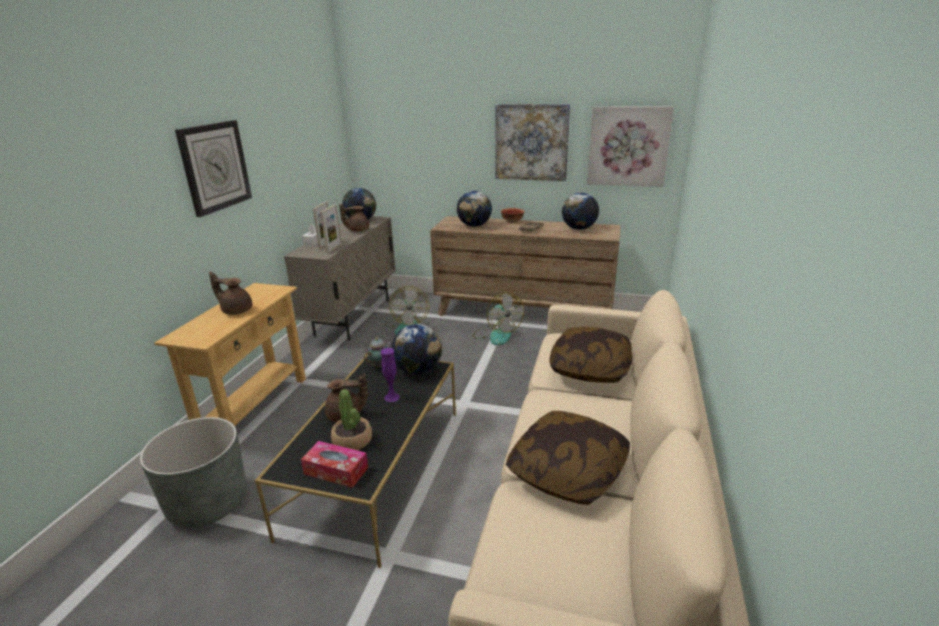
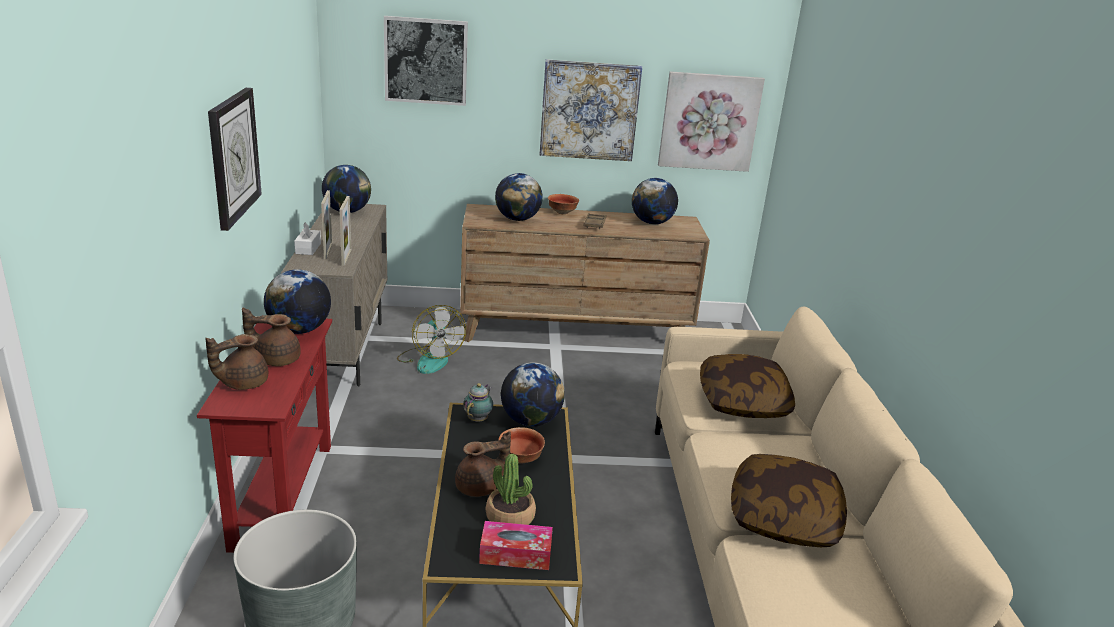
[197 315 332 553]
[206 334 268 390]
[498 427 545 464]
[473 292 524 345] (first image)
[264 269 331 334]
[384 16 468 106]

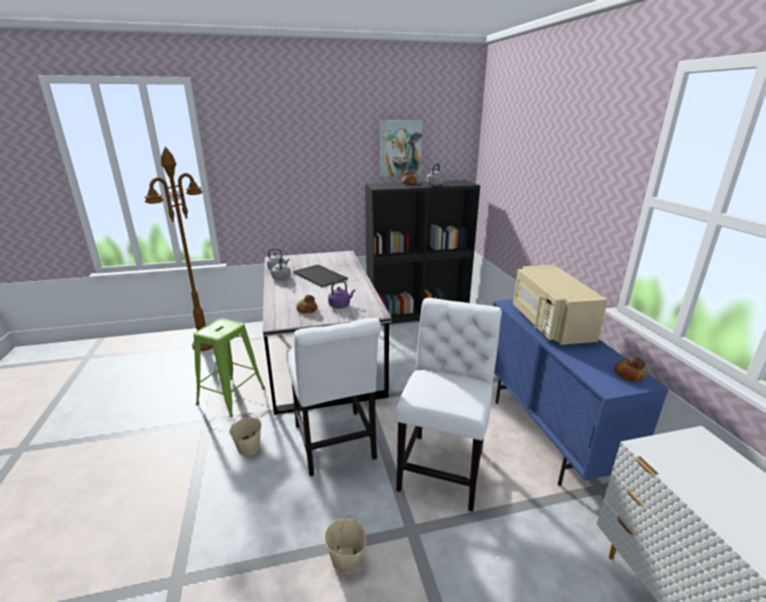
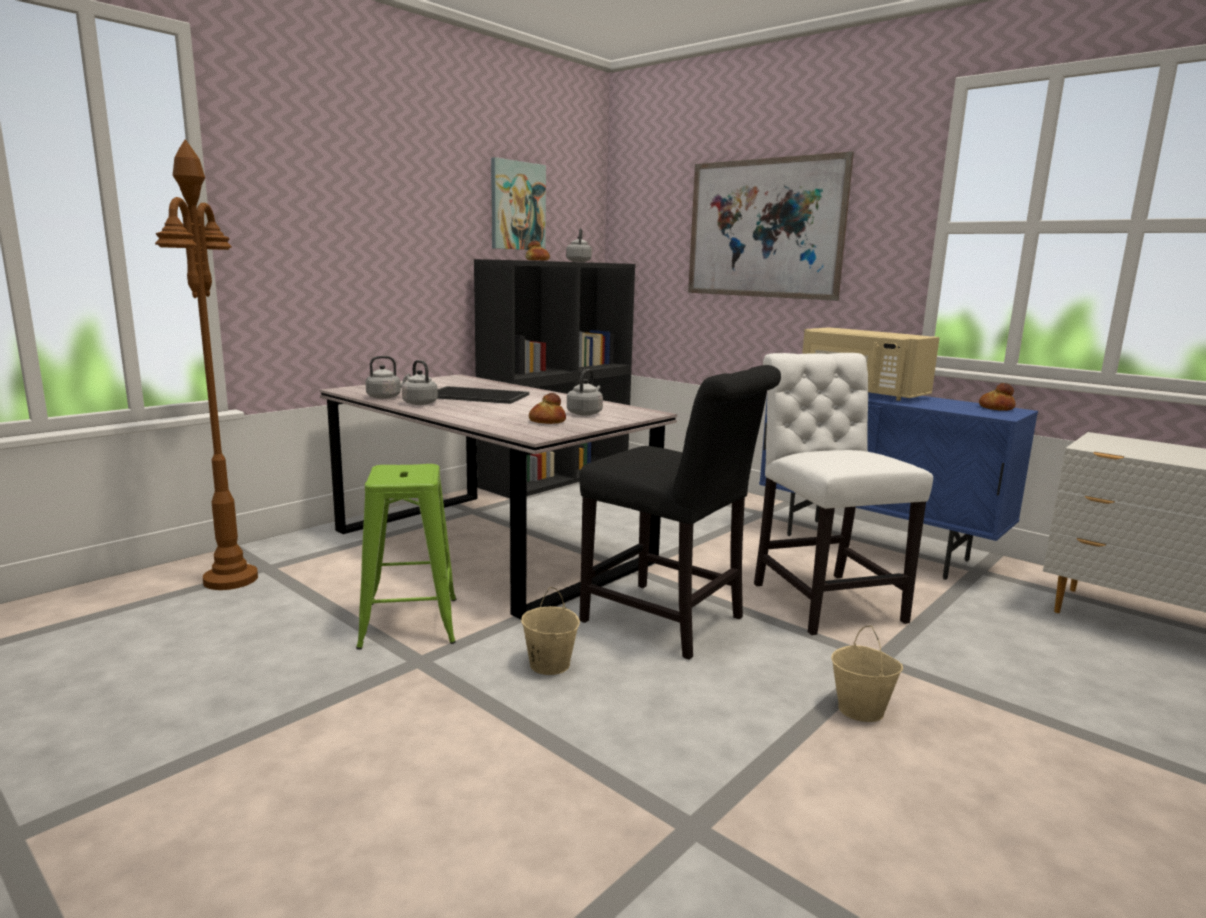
[579 365 781 660]
[567 369 603 416]
[688 152 854 301]

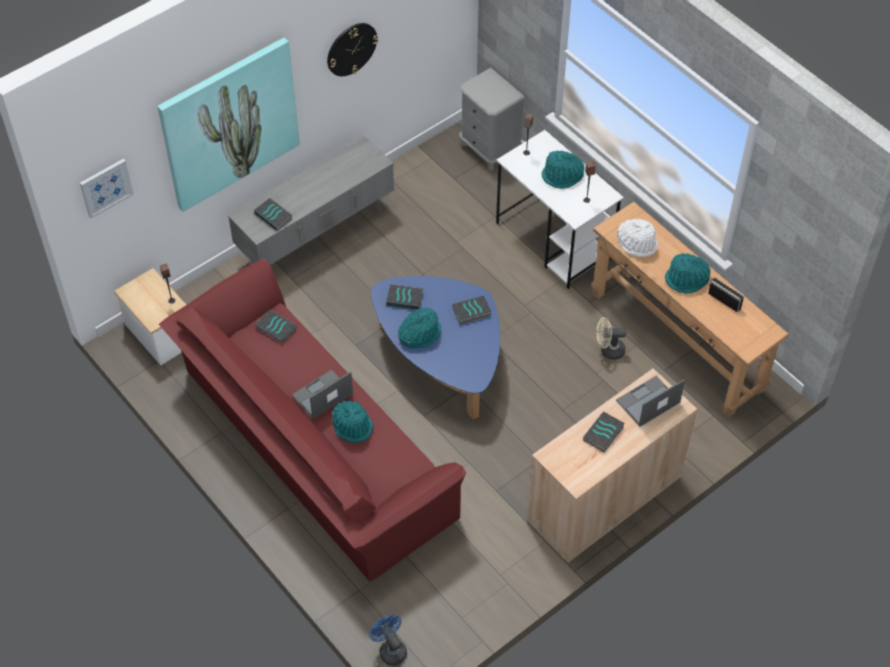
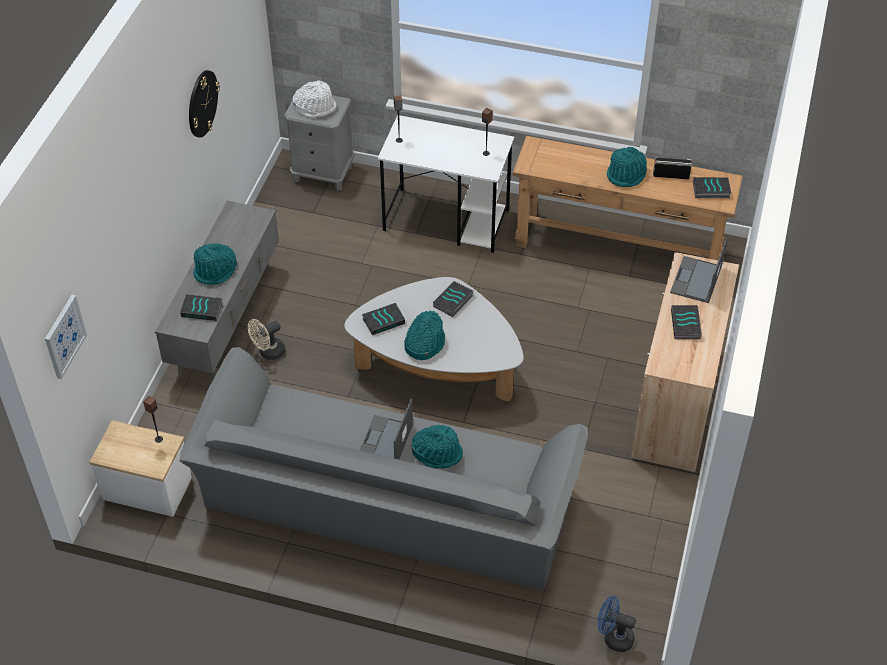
[157 38 300 212] (first image)
[179 347 588 591]
[693 177 731 199]
[345 277 524 401]
[193 243 237 285]
[248 319 285 360]
[293 80 336 118]

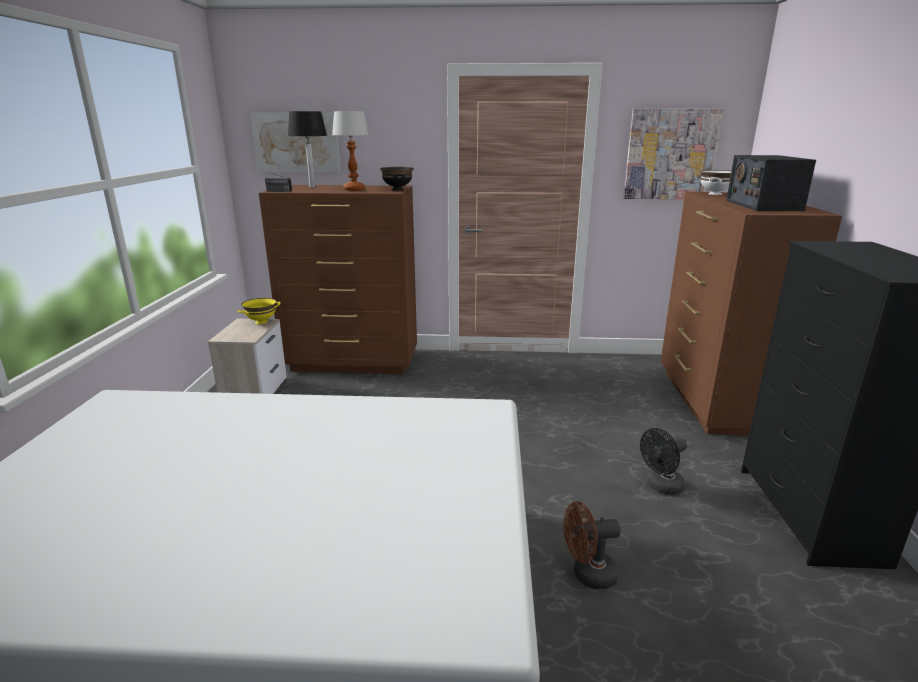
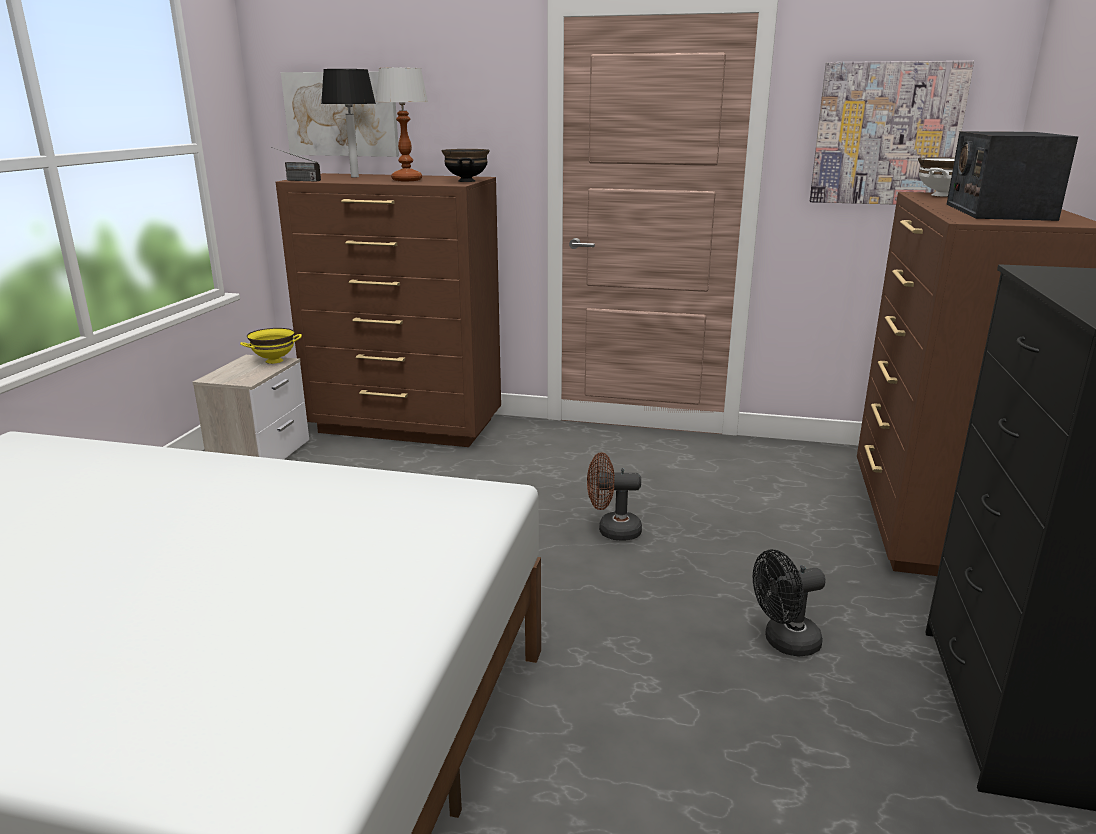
[587 452 642 541]

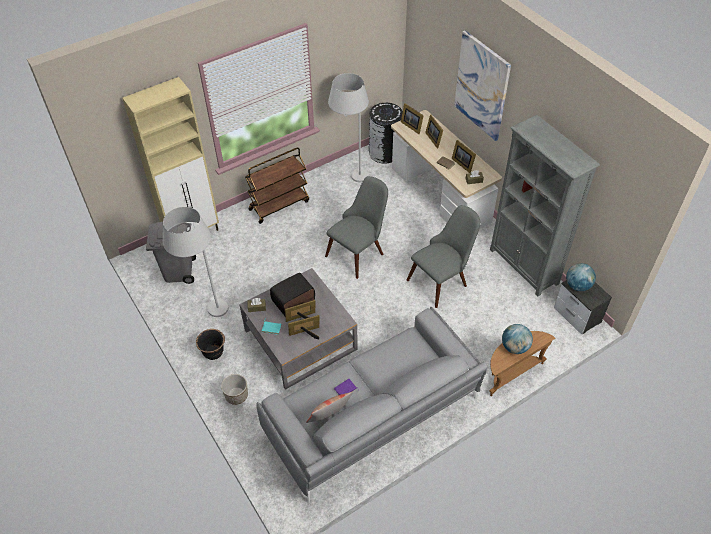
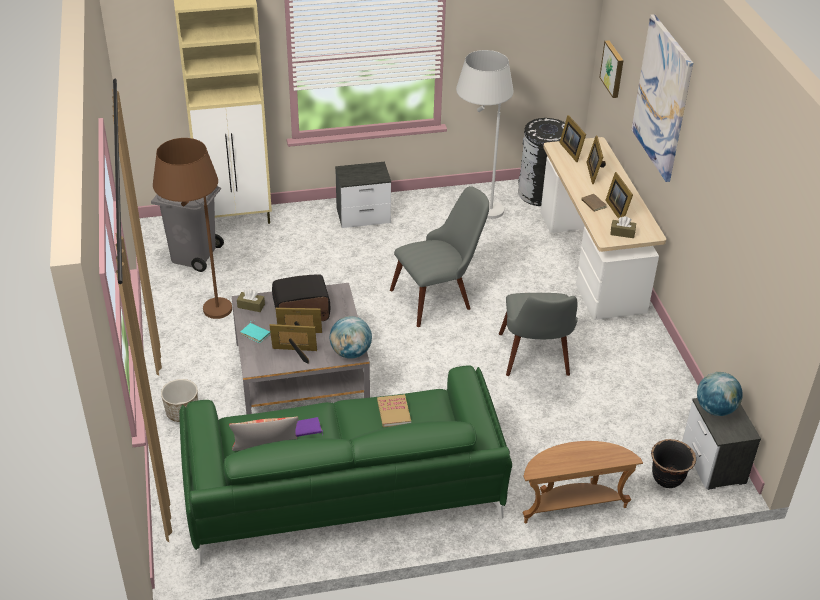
[153 138 232 319]
[651 439 696 488]
[335 162 391 228]
[179 365 512 566]
[499 293 578 376]
[490 115 600 296] (first image)
[330 316 372 359]
[377 394 411 427]
[599 40 624 98]

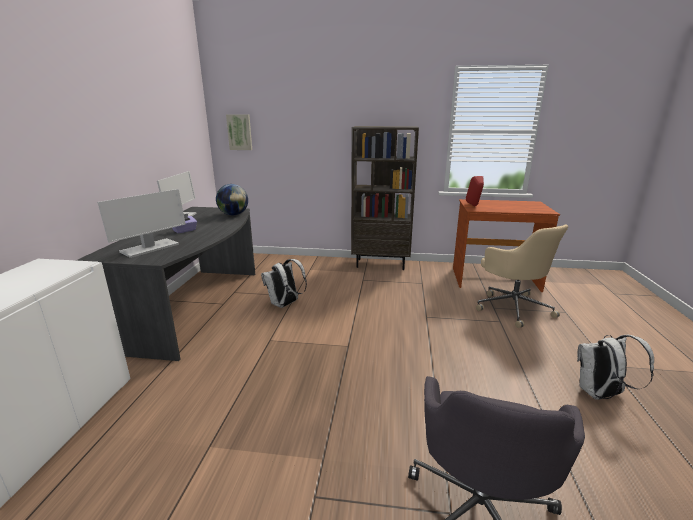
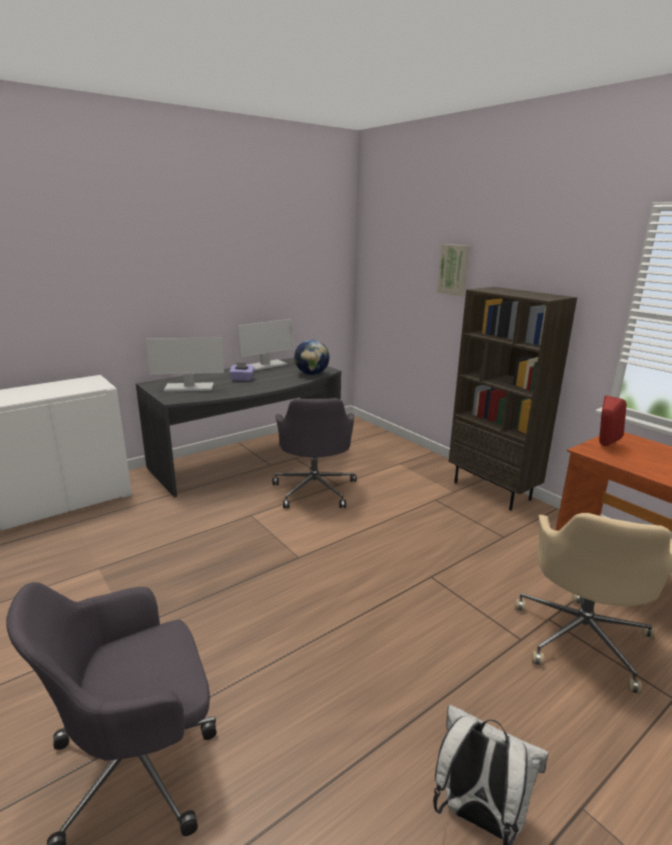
[437 244 469 296]
[273 398 357 508]

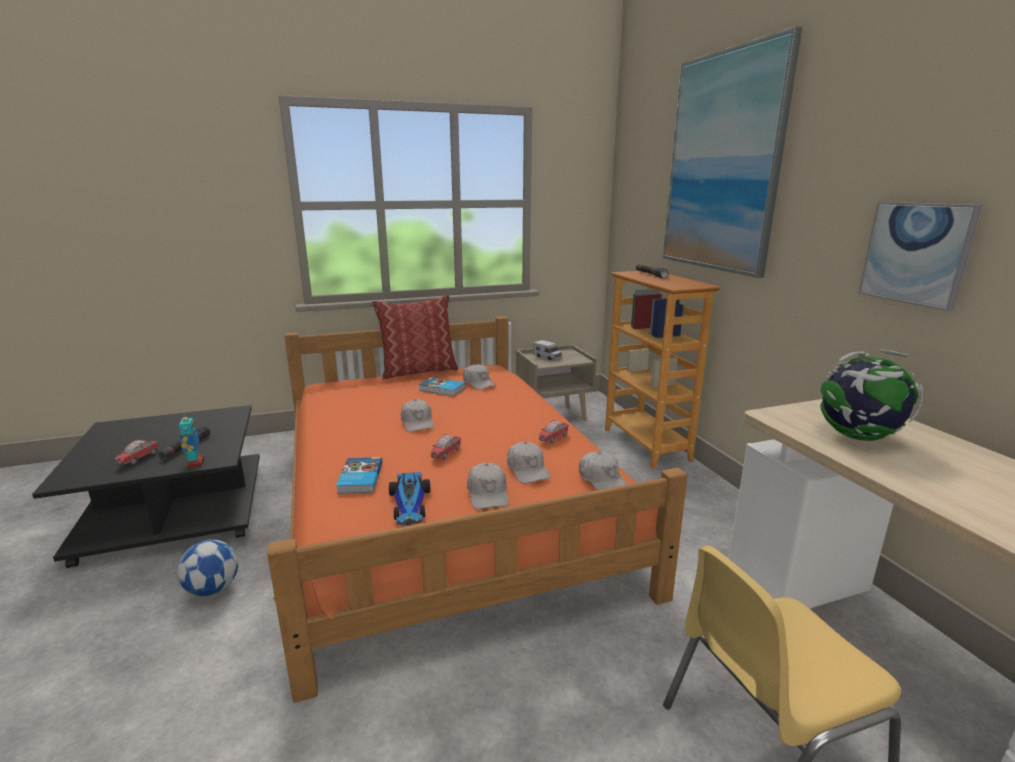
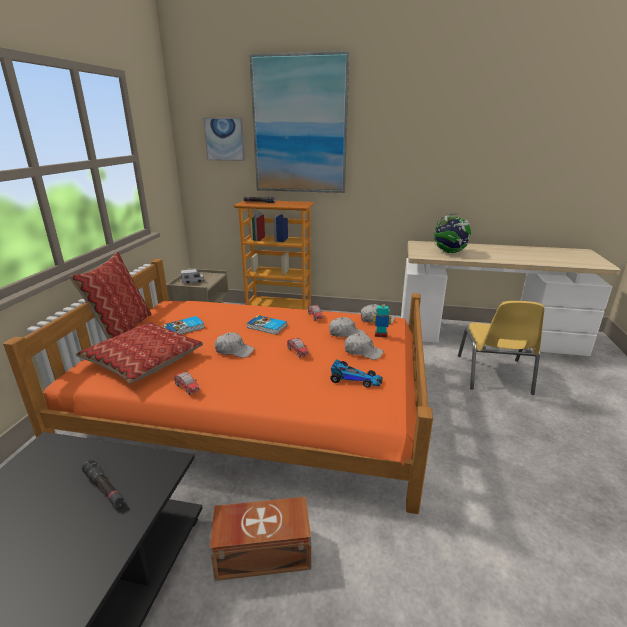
[174 371 200 395]
[210 497 311 581]
[373 301 392 338]
[247 315 287 335]
[463 364 496 390] (first image)
[203 118 245 161]
[76 322 203 384]

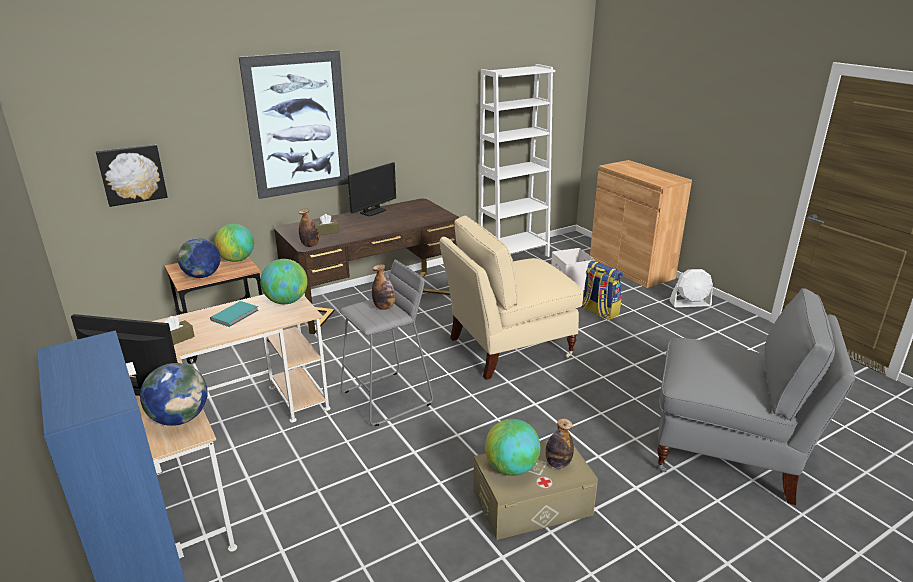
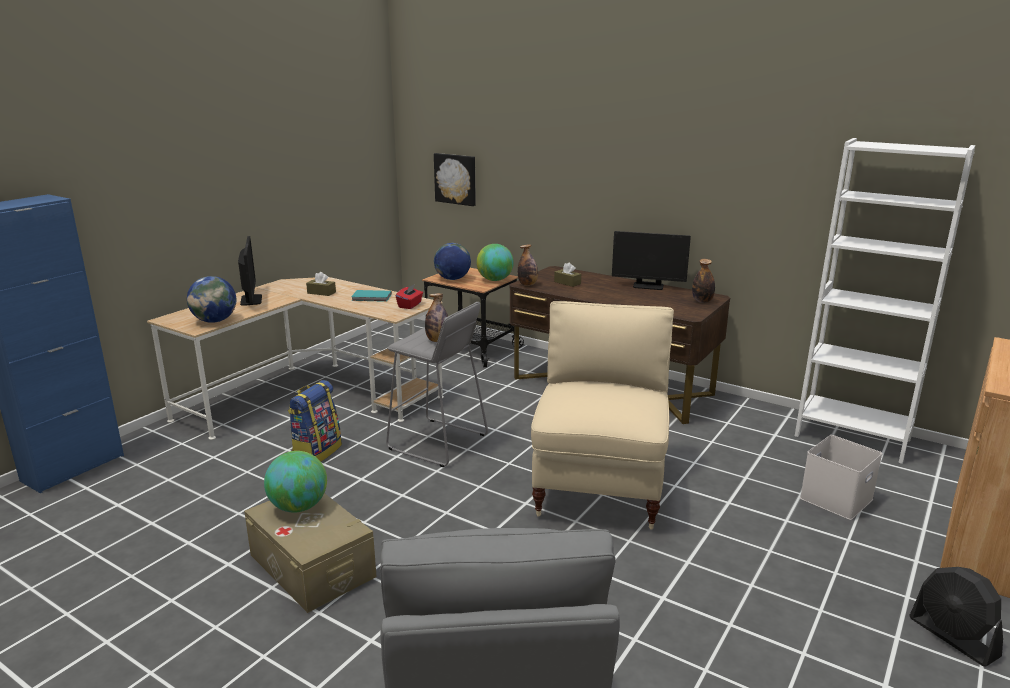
[239 50 349 199] (first image)
[396 284 423 309]
[531 301 674 530]
[692 259 715 303]
[288 380 342 462]
[909 567 1003 667]

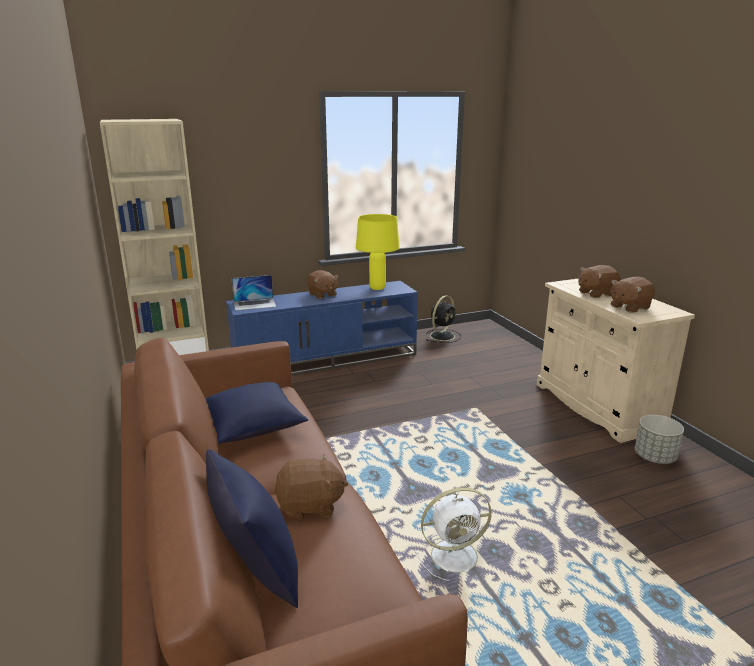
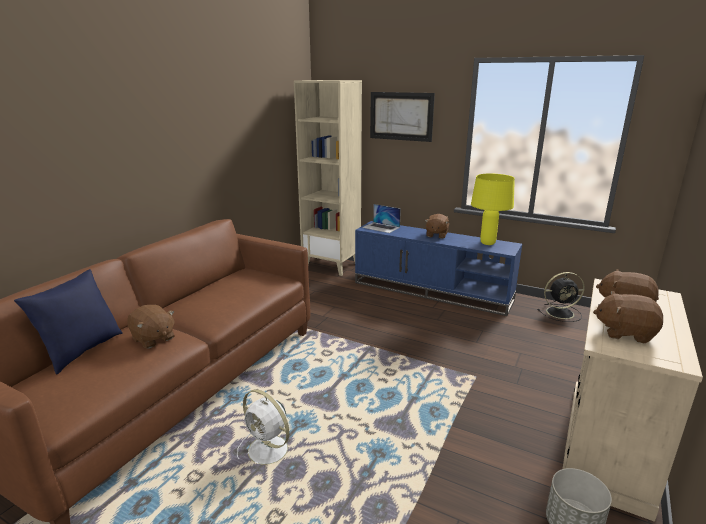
[205 382 308 444] (first image)
[370 92 435 142]

